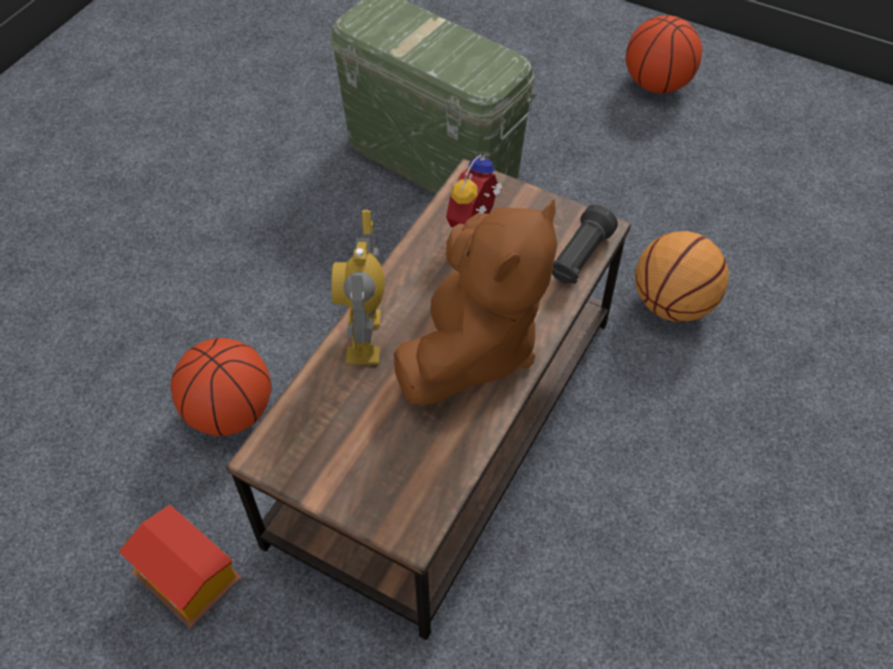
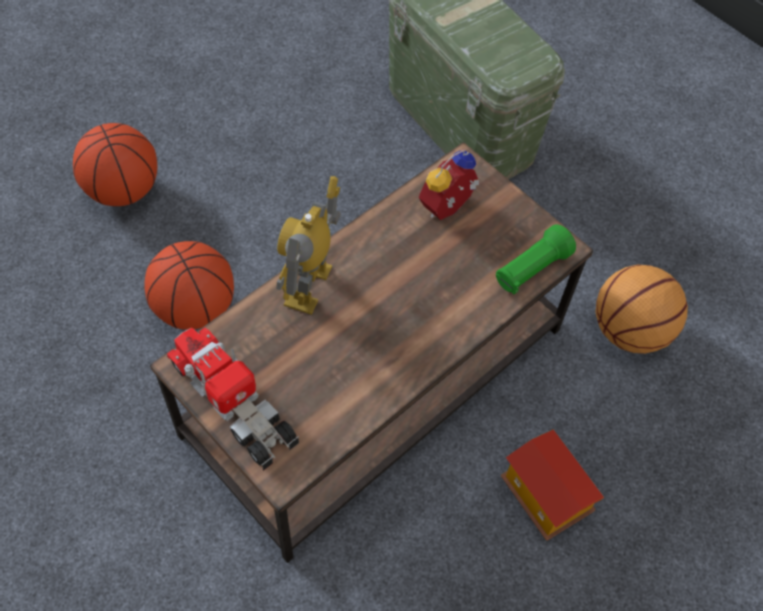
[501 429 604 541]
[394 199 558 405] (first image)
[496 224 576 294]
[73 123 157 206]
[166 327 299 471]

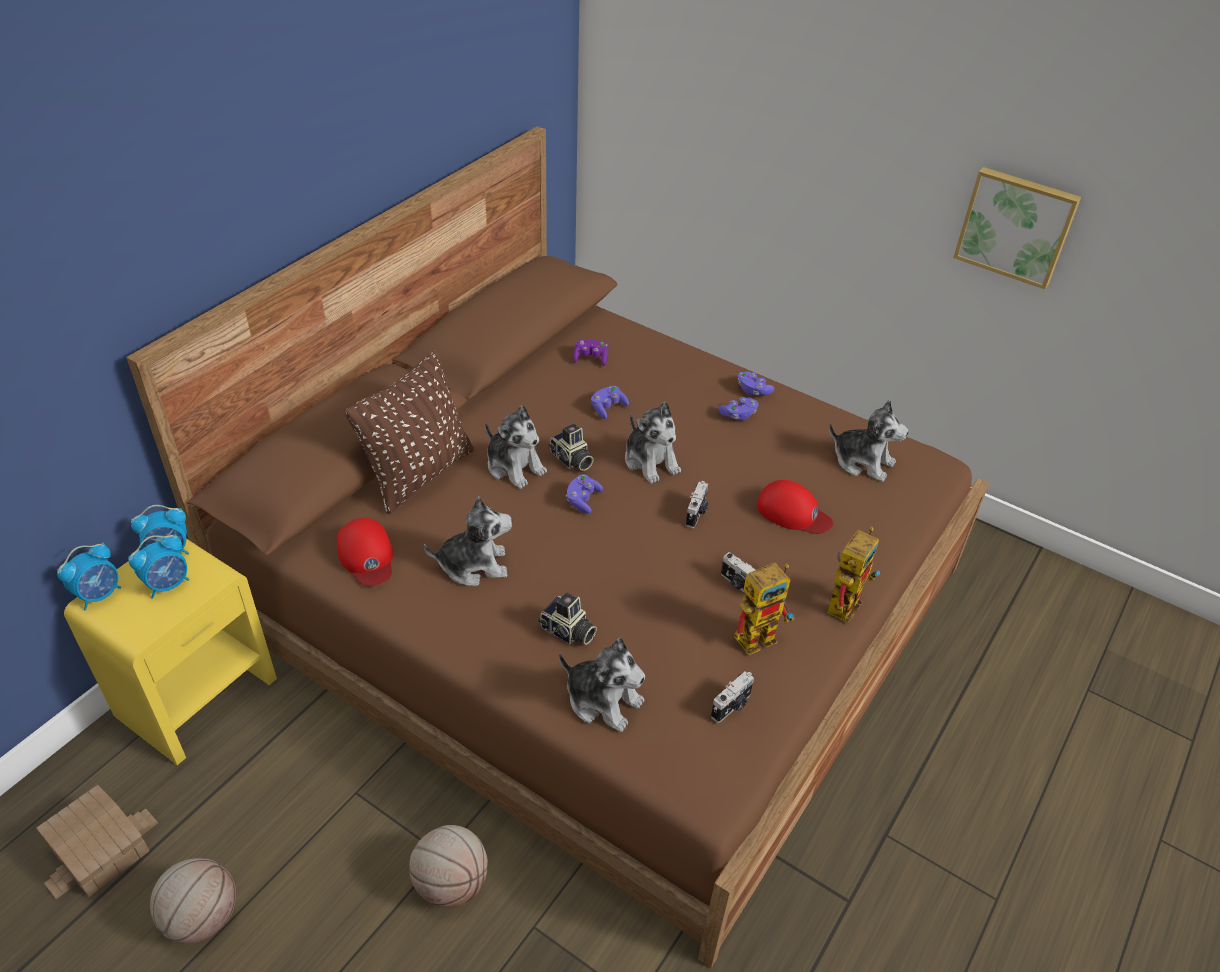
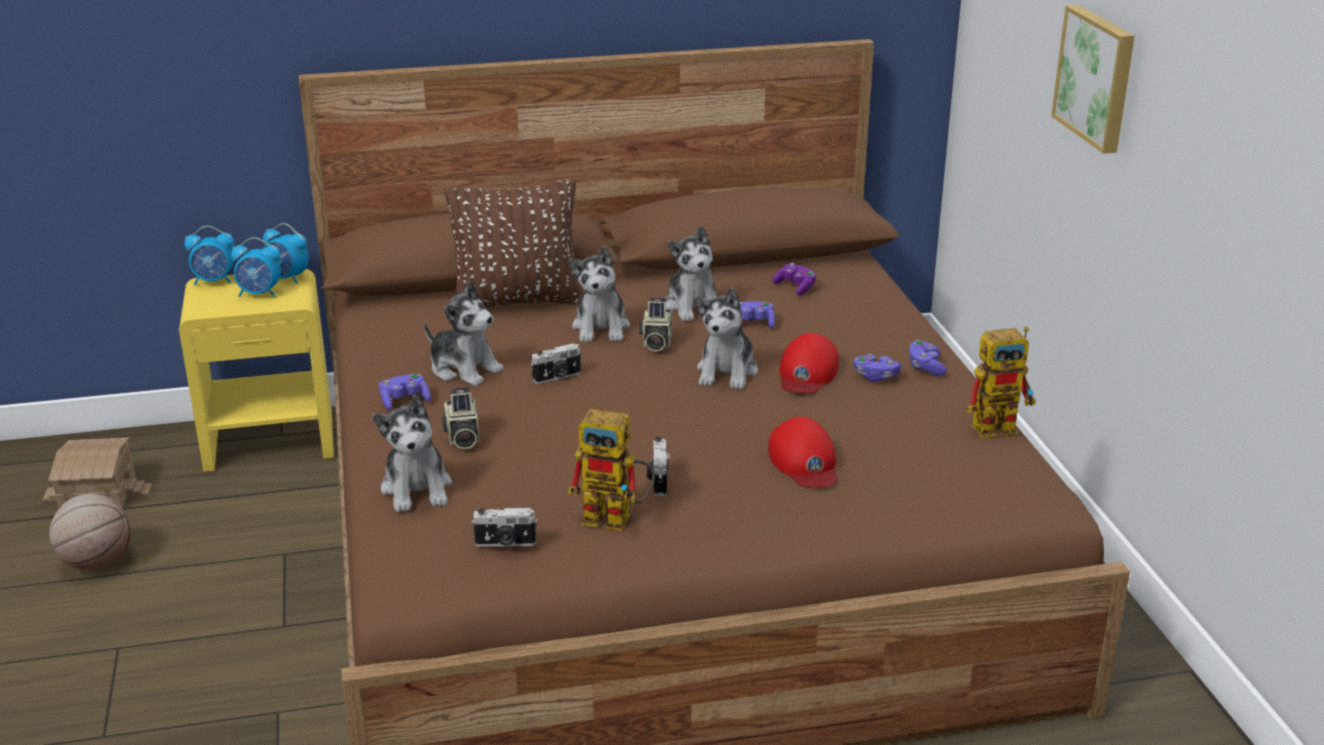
[779 333 839 394]
[409 825 488 908] (first image)
[379 374 431 411]
[531 343 582 384]
[967 327 1036 438]
[666 226 716 322]
[1051 5 1135 154]

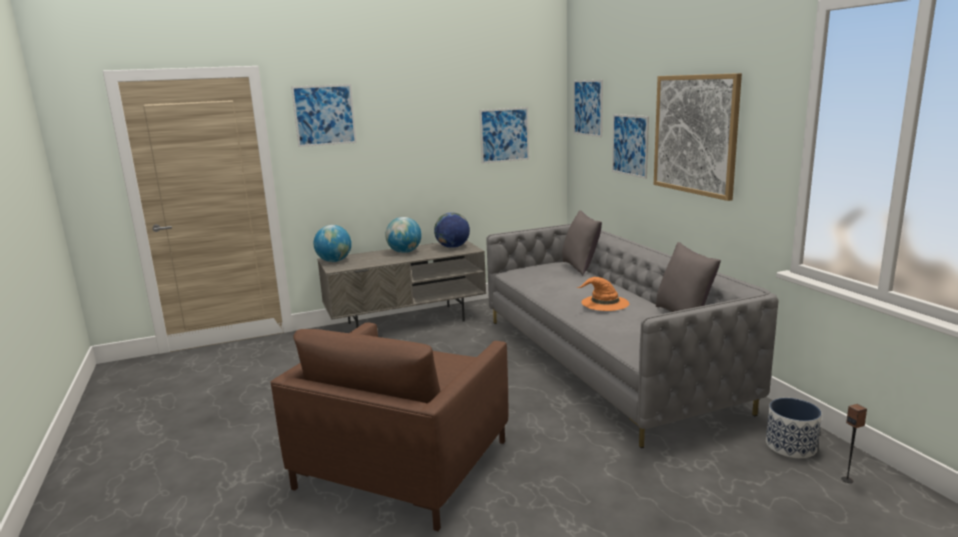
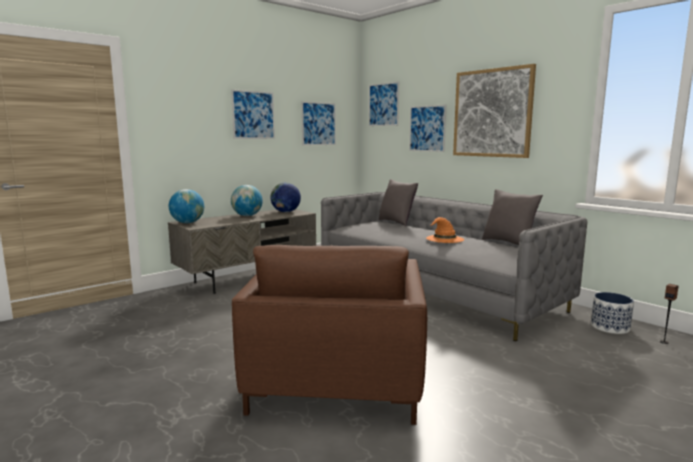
[231 89 275 139]

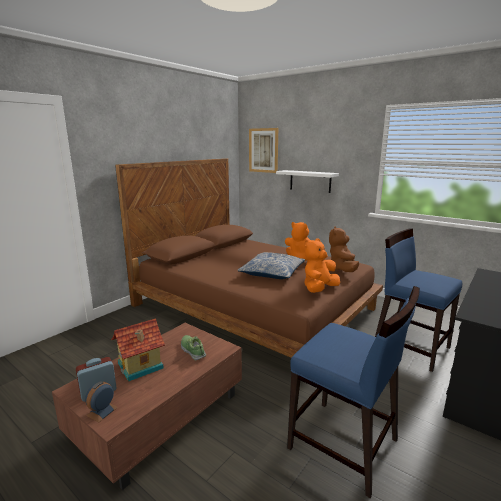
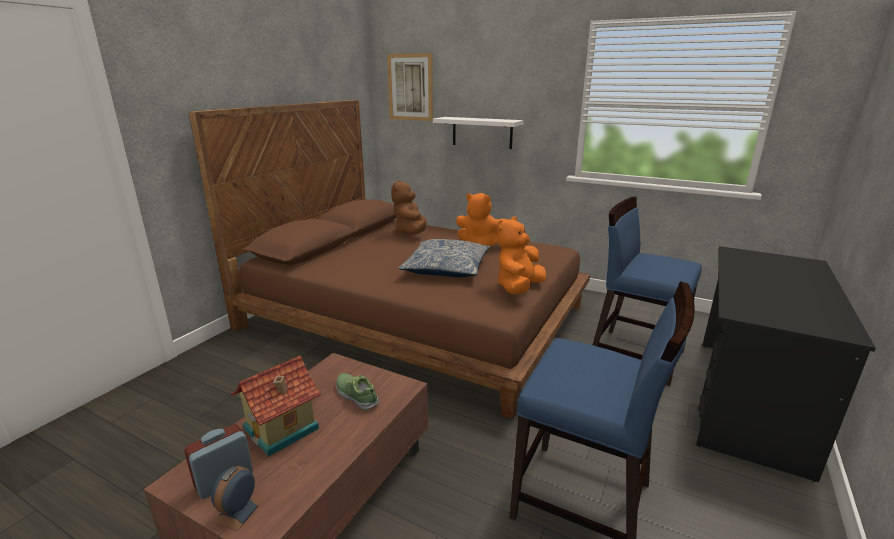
[391 180 427 234]

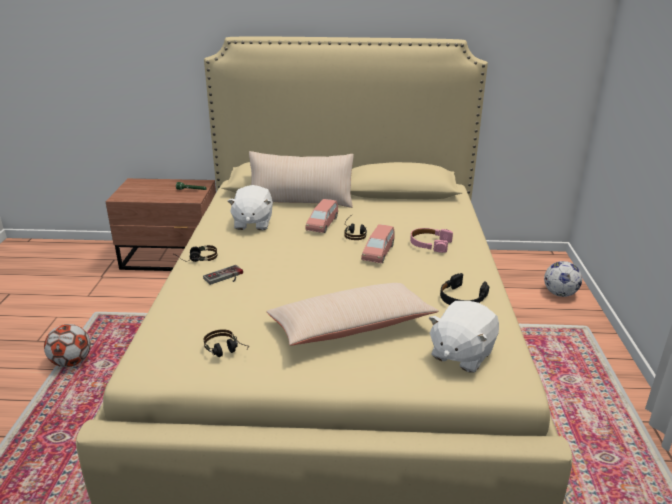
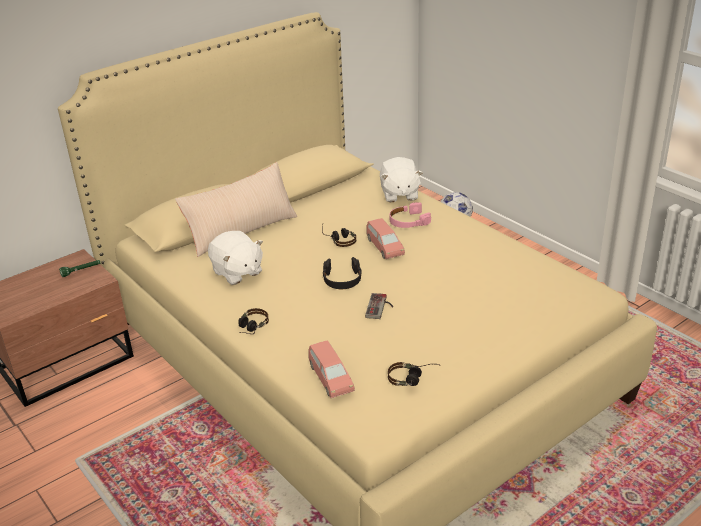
[44 324 91 367] (first image)
[365 293 393 319]
[267 283 439 346] (first image)
[308 340 355 398]
[380 157 423 202]
[323 257 362 289]

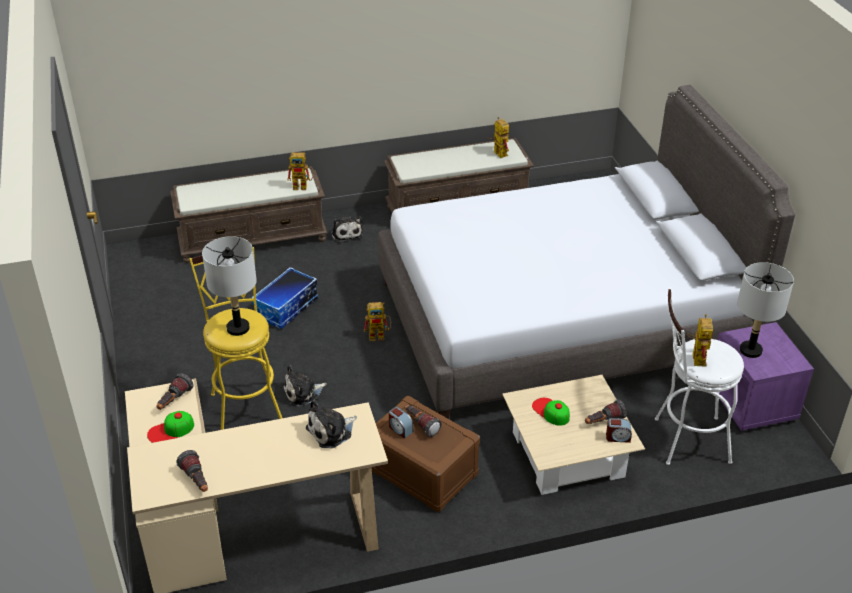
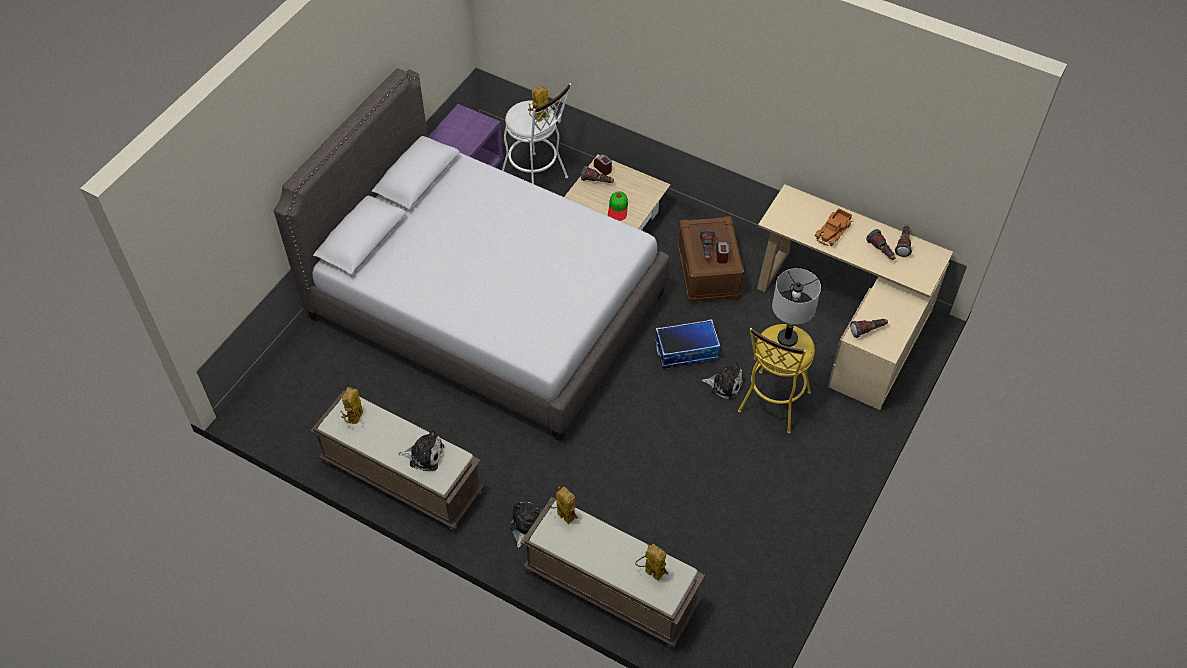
[147 411 194 443] (first image)
[655 319 720 369]
[398 429 444 471]
[635 544 668 581]
[737 262 794 358] (first image)
[815 208 852 246]
[866 229 896 260]

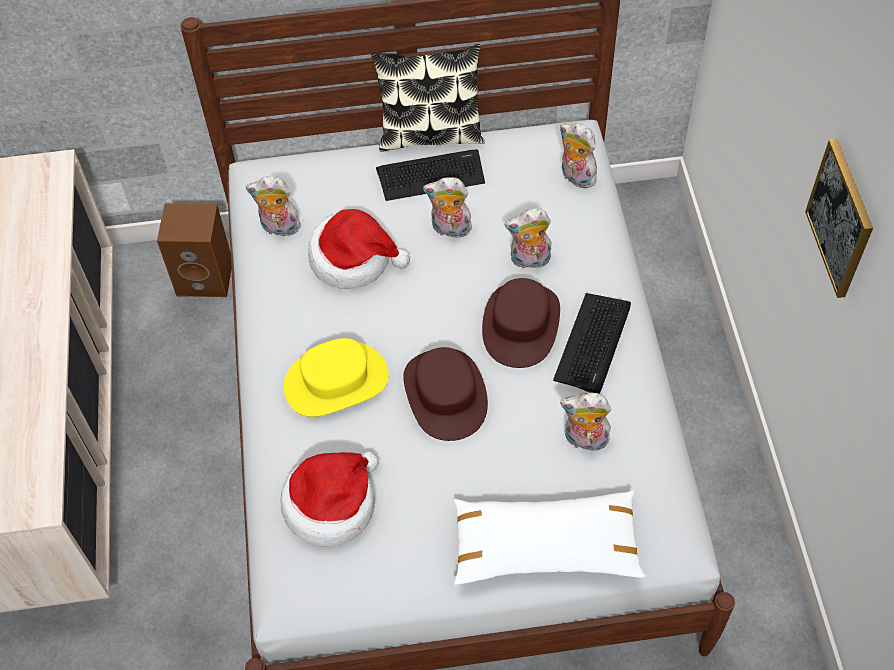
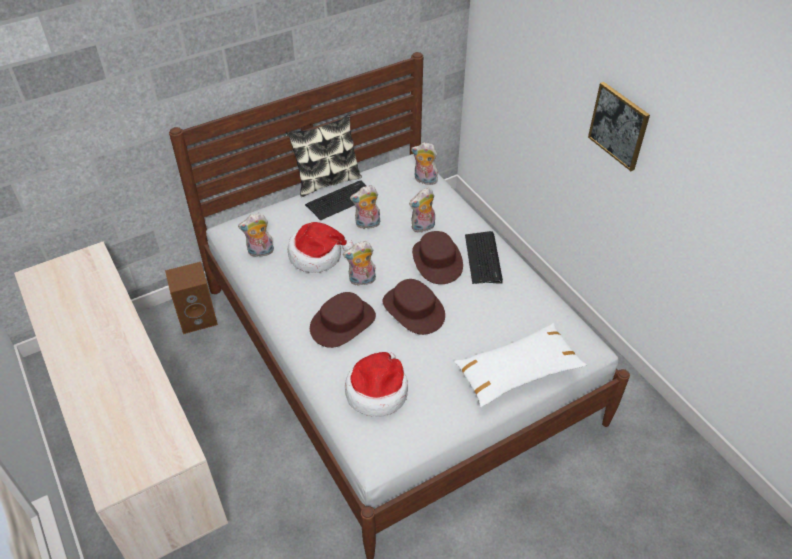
[310 292 376 348]
[343 241 376 286]

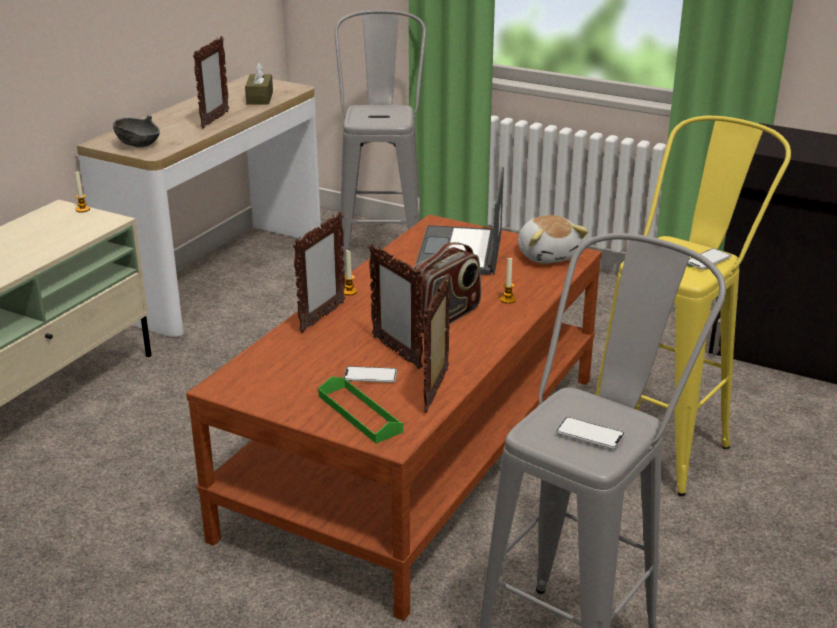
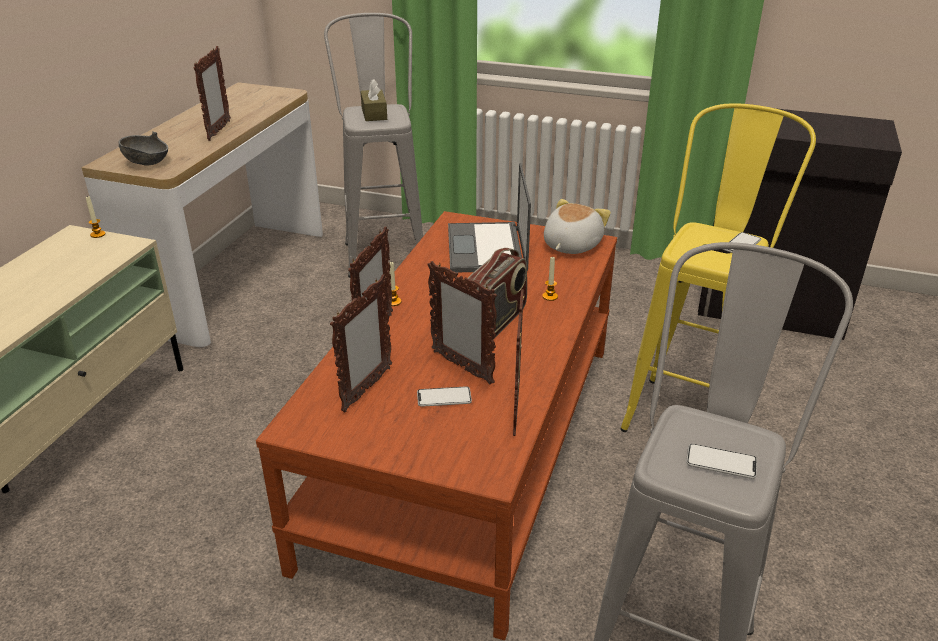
[360 79 387 121]
[318 377 403 444] (first image)
[544 199 611 254]
[330 274 392 412]

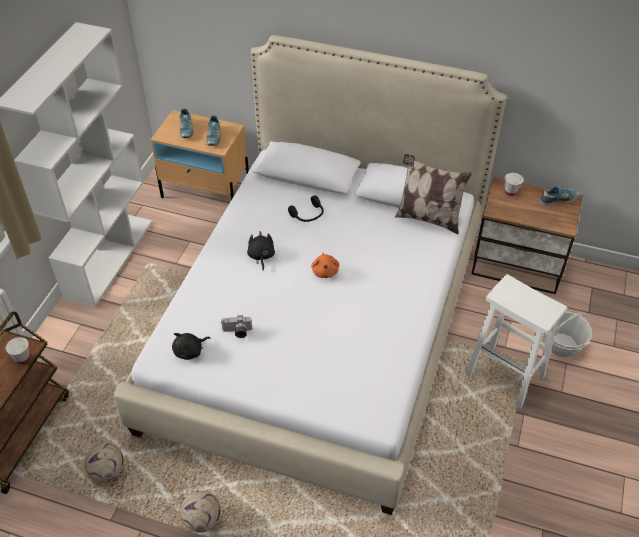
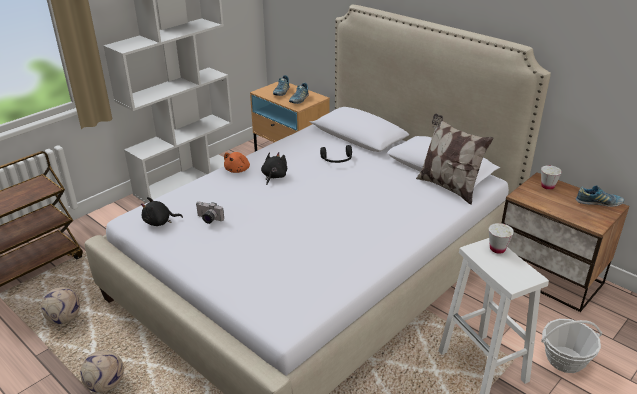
[489 223 514 254]
[224 152 250 173]

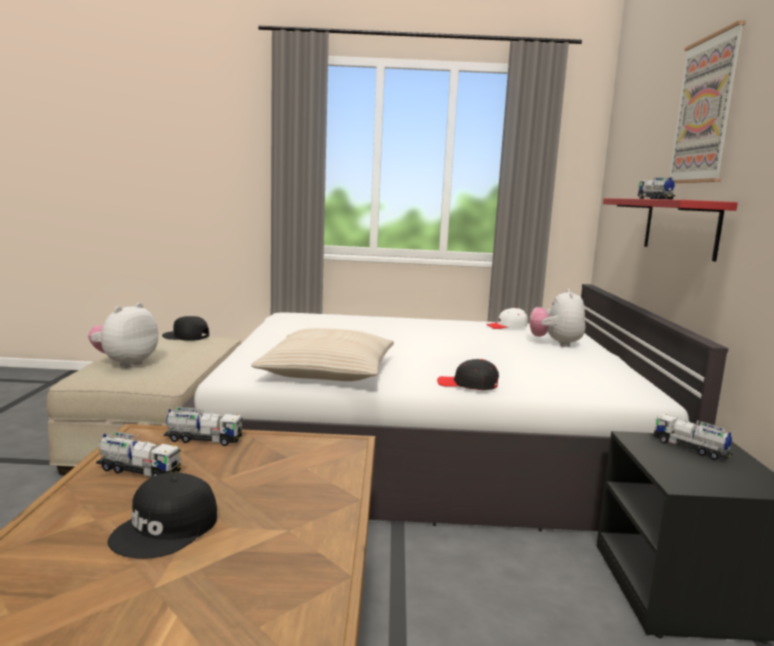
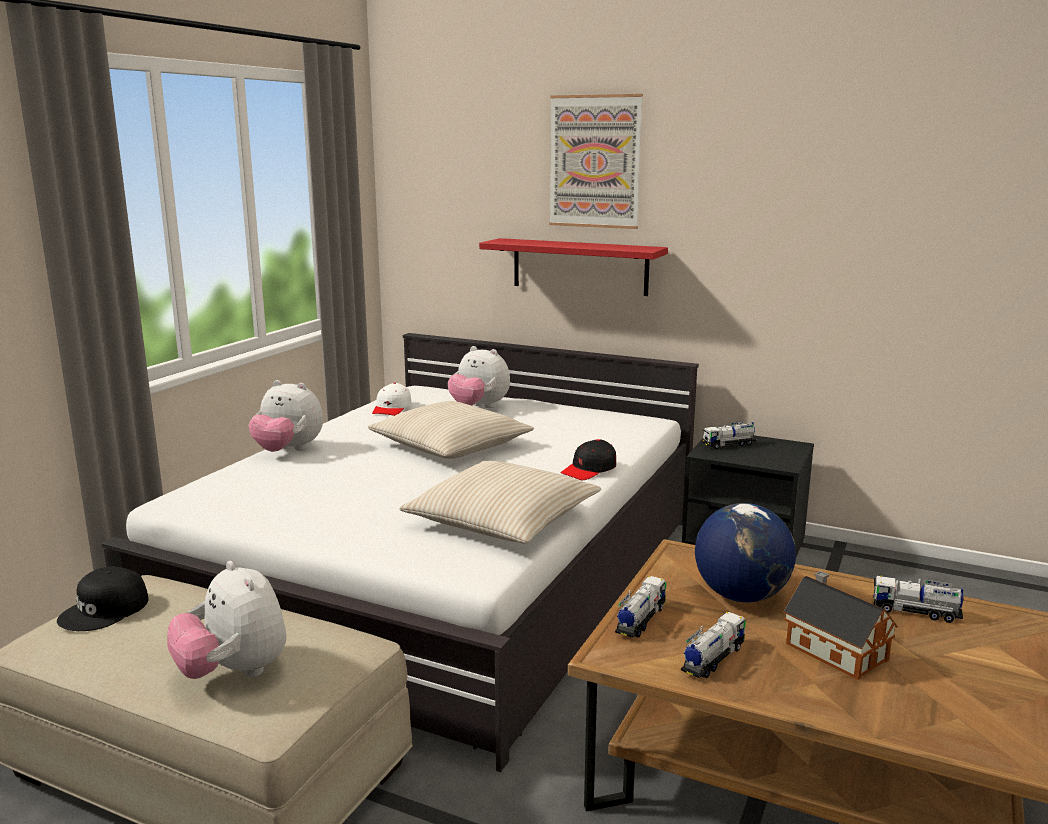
[783 571 898 680]
[873 576 964 623]
[249 380 323 452]
[368 401 534 459]
[695 503 796 602]

